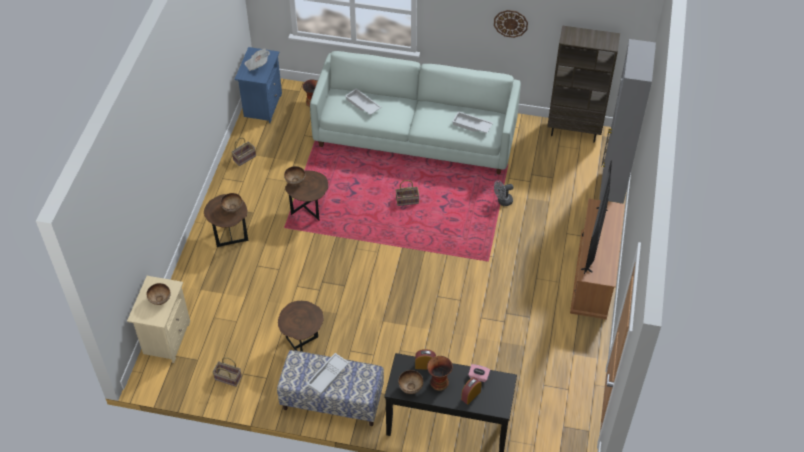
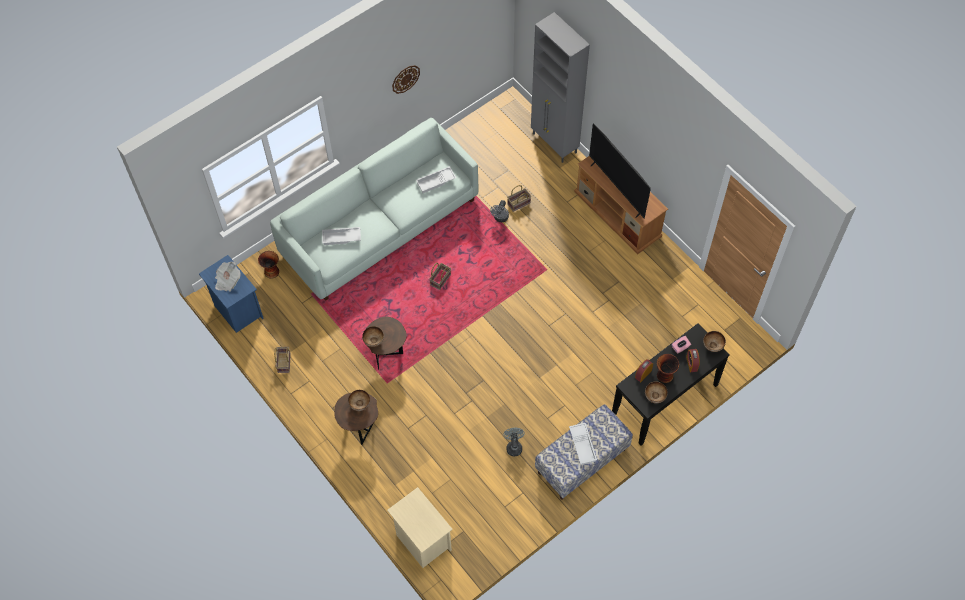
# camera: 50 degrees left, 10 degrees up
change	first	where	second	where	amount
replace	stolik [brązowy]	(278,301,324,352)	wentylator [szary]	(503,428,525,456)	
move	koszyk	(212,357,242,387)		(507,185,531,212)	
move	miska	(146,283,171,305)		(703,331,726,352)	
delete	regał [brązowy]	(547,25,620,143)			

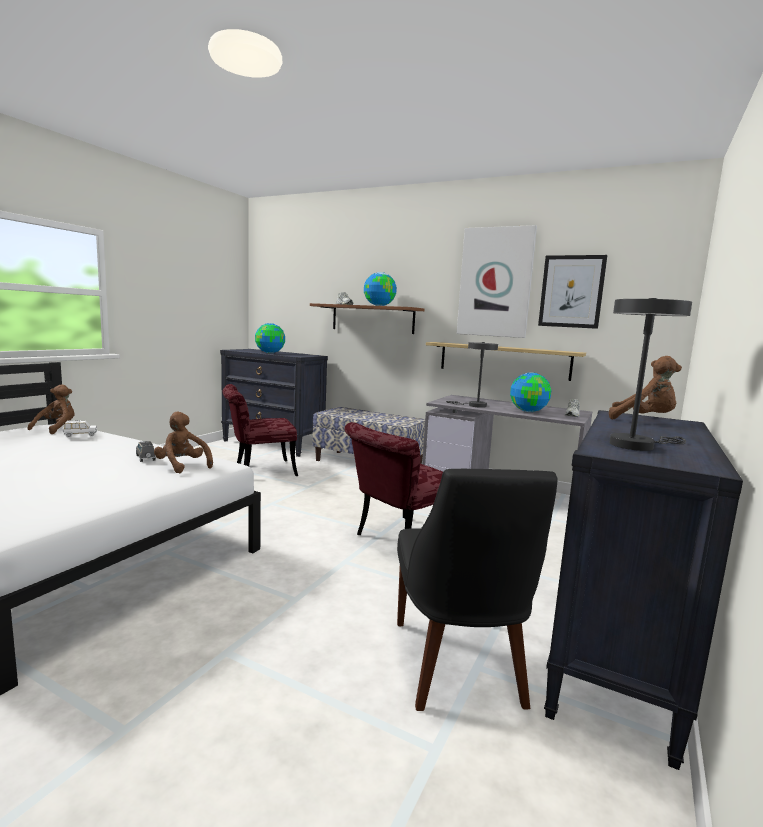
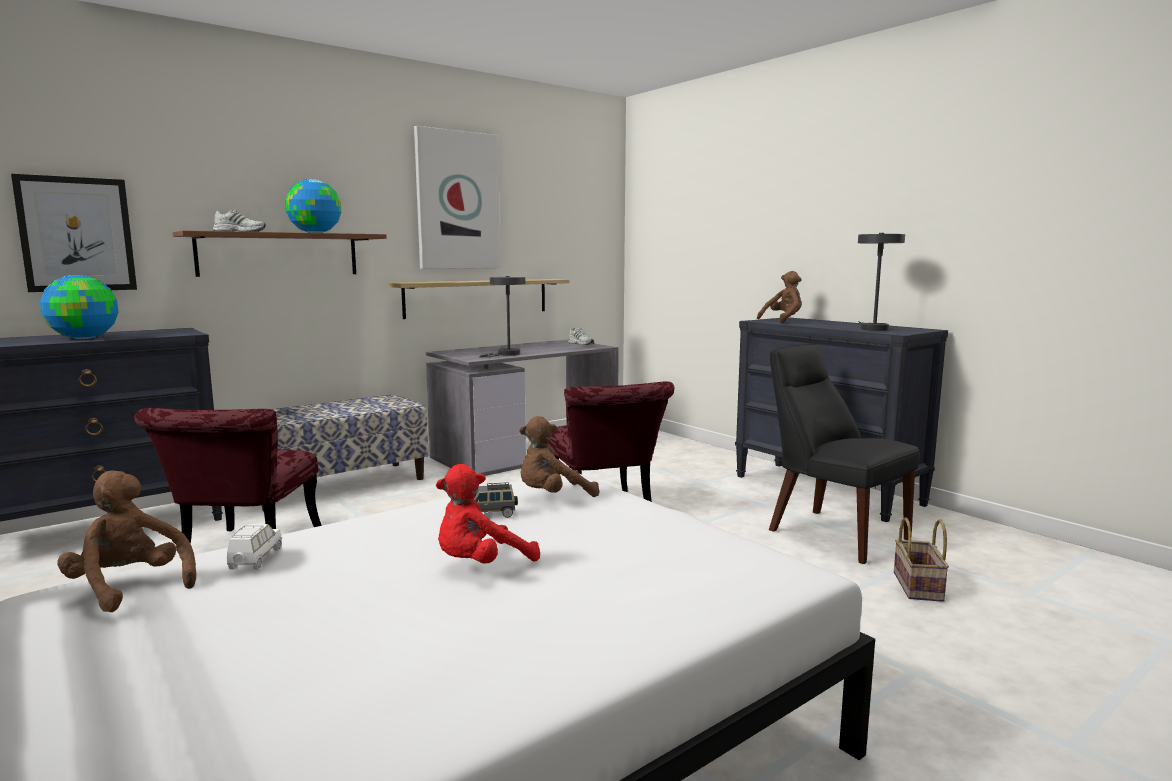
# camera: 65 degrees left, 0 degrees up
change	first	where	second	where	amount
move	obraz	(538,255,607,329)		(11,174,137,292)	
insert			pluszak [czerwony]	(436,464,540,564)	
rotate	krzesło [czarny]	(397,469,557,711)		(769,344,919,564)	150 degrees counterclockwise
insert			koszyk	(894,518,949,602)	
delete	globus	(510,372,551,412)			

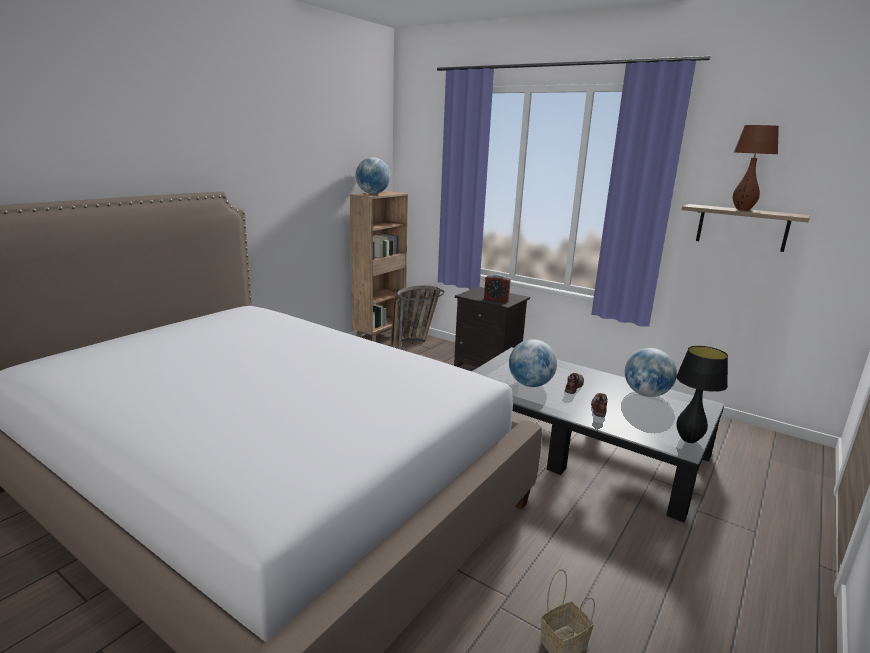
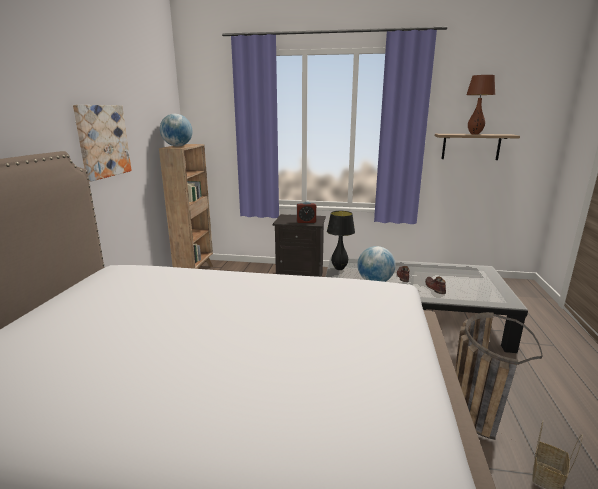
# camera: 25 degrees left, 0 degrees up
change	first	where	second	where	amount
insert			obraz	(73,105,132,182)	
move	lampa stołowa [czarny]	(676,346,728,443)		(327,211,355,270)	
move	koszyk	(391,286,444,350)		(455,312,543,440)	
delete	globus	(625,348,677,397)			

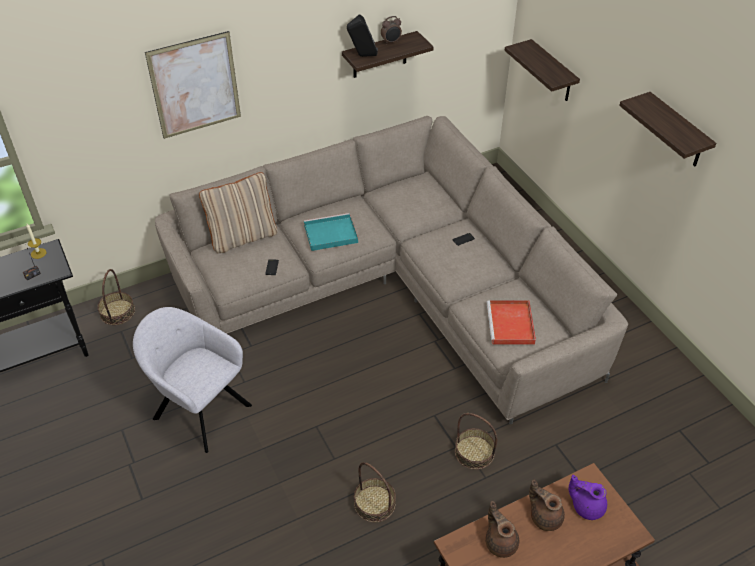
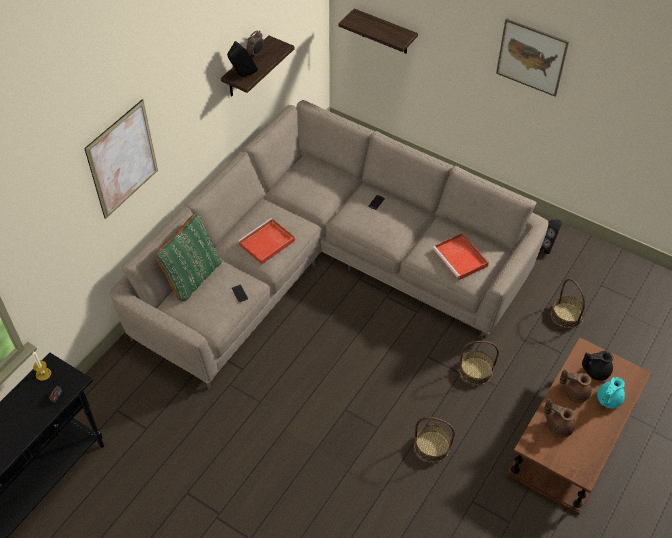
# camera: 30 degrees left, 5 degrees up
change	first	where	second	where	amount
recolor	poduszka [beżowy]	(199,172,277,253)	poduszka [zielony]	(155,214,222,302)	
recolor	taca [turkusowy]	(304,213,358,251)	taca [czerwony]	(238,218,295,264)	
replace	półka	(619,92,716,166)	obraz	(496,18,569,97)	
insert			głośnik [czarny]	(540,220,562,254)	
move	koszyk	(97,269,135,325)		(551,279,586,328)	
recolor	imbryk [fioletowy]	(569,475,607,520)	imbryk [czarny]	(582,350,613,380)	
insert			imbryk [turkusowy]	(597,377,625,408)	
delete	fotel [szary]	(133,307,252,453)			

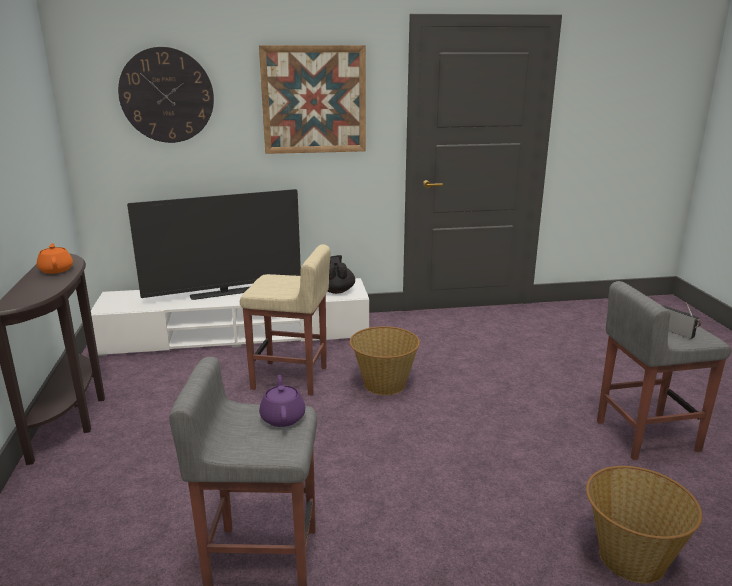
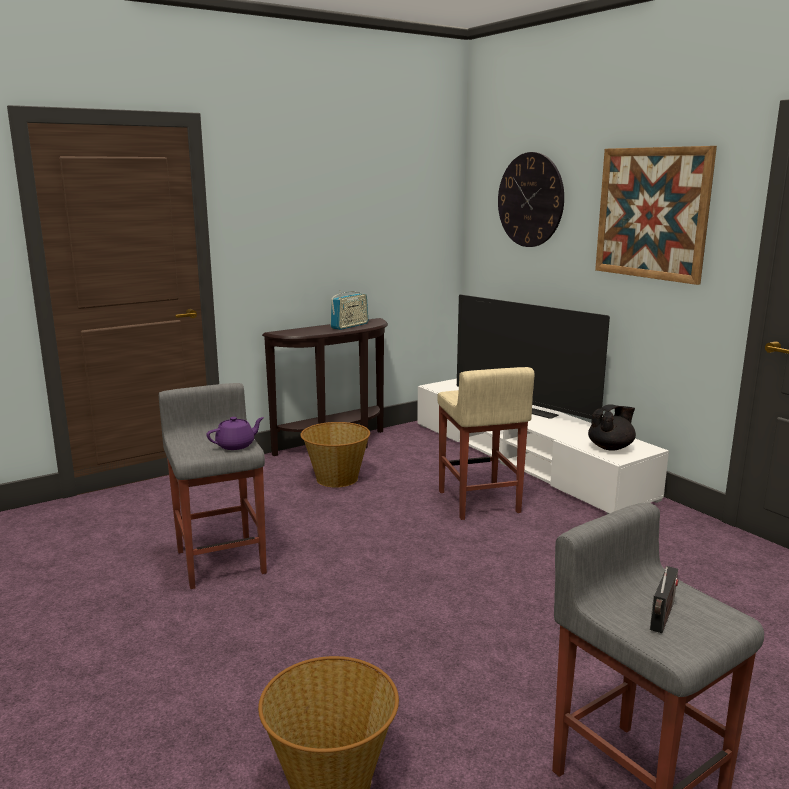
# camera: 65 degrees right, 5 degrees down
change	first	where	second	where	amount
move	koszyk	(349,326,420,395)		(300,422,370,487)	
replace	imbryk [pomarańczowy]	(37,243,73,274)	radio	(330,290,368,330)	

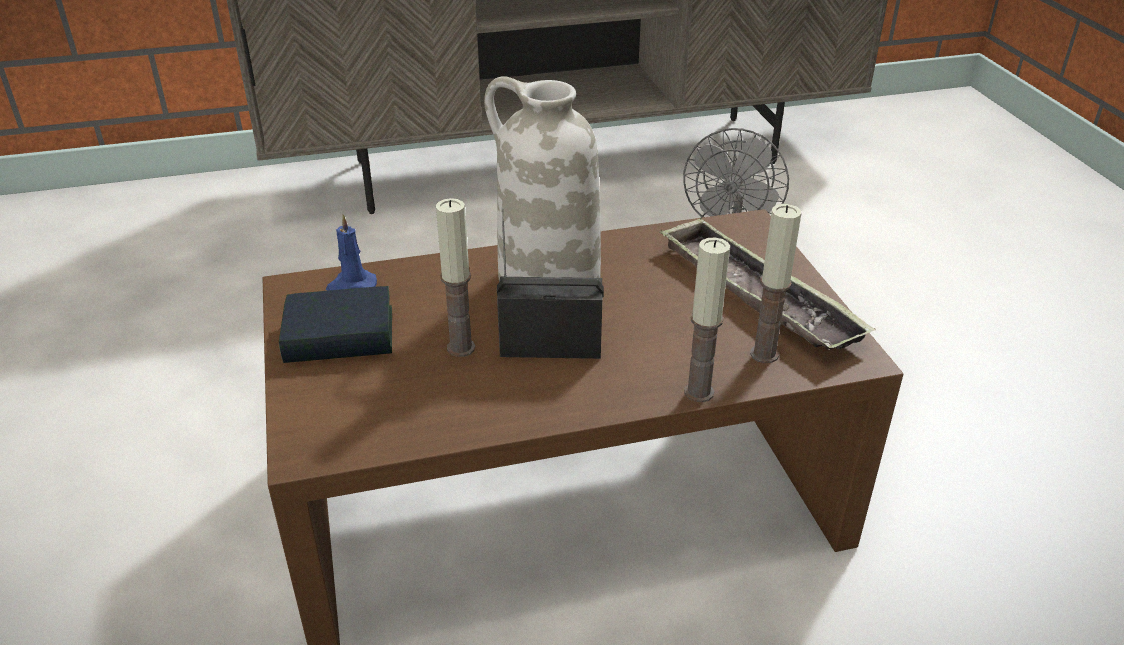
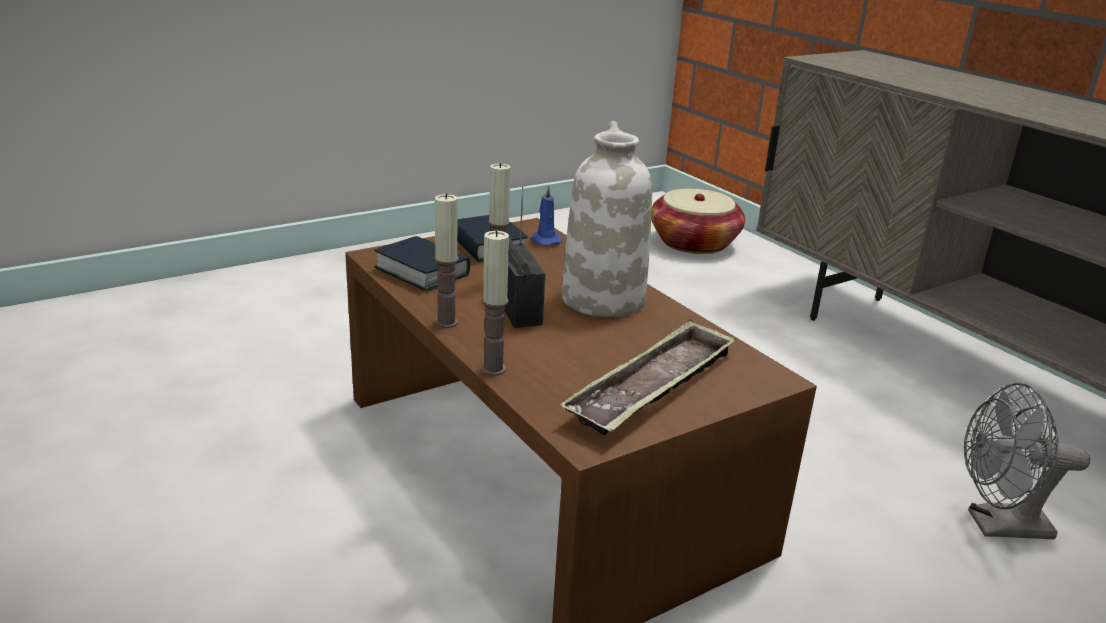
# camera: 70 degrees right, 10 degrees down
change	first	where	second	where	amount
insert			książka	(374,236,470,292)	
move	świeca	(750,204,801,363)		(434,193,459,328)	
insert			koszyk	(651,189,745,254)	

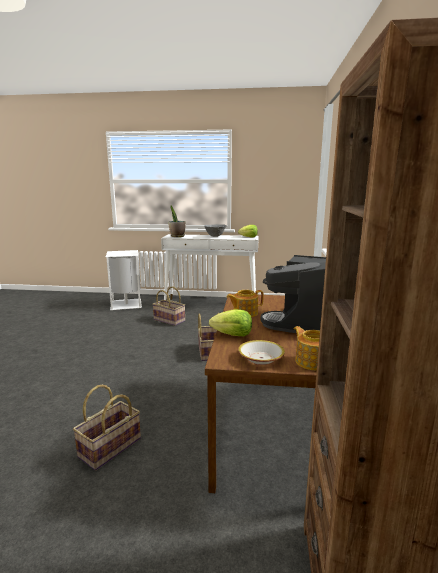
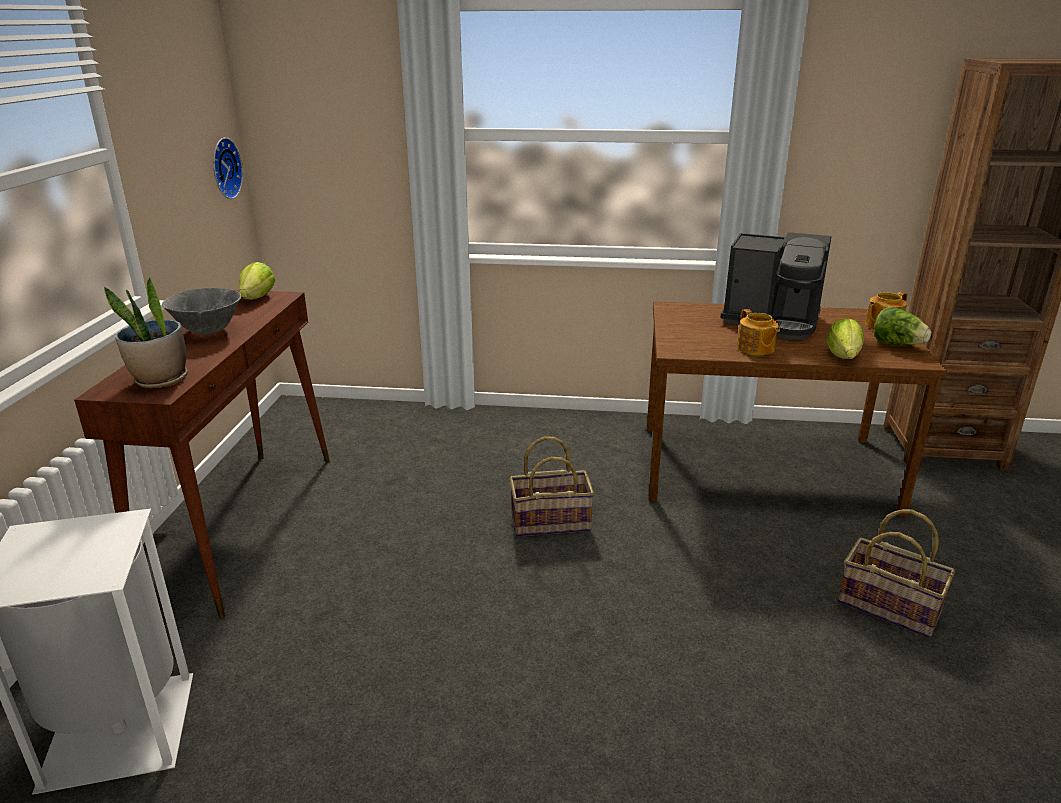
# camera: 90 degrees left, 10 degrees up
change	first	where	second	where	amount
recolor	stolik konsolowy [biały]	(161,234,259,300)	stolik konsolowy [brązowy]	(74,290,330,619)	
insert			zegar ścienny	(213,137,243,199)	
replace	miska	(238,340,285,365)	sałata	(874,307,931,345)	
delete	koszyk	(153,286,185,326)			

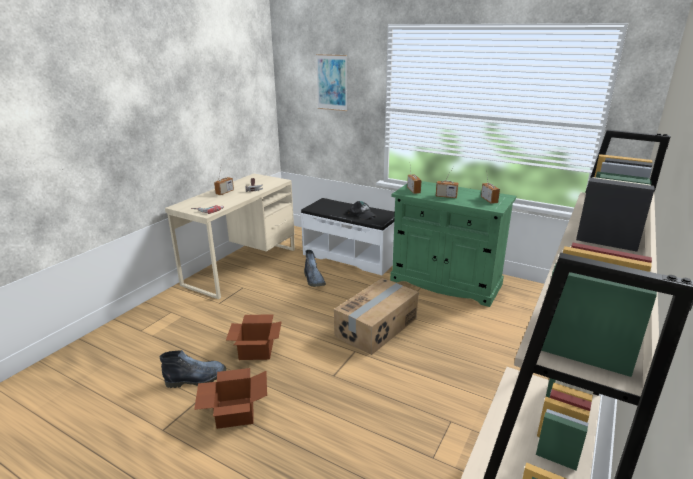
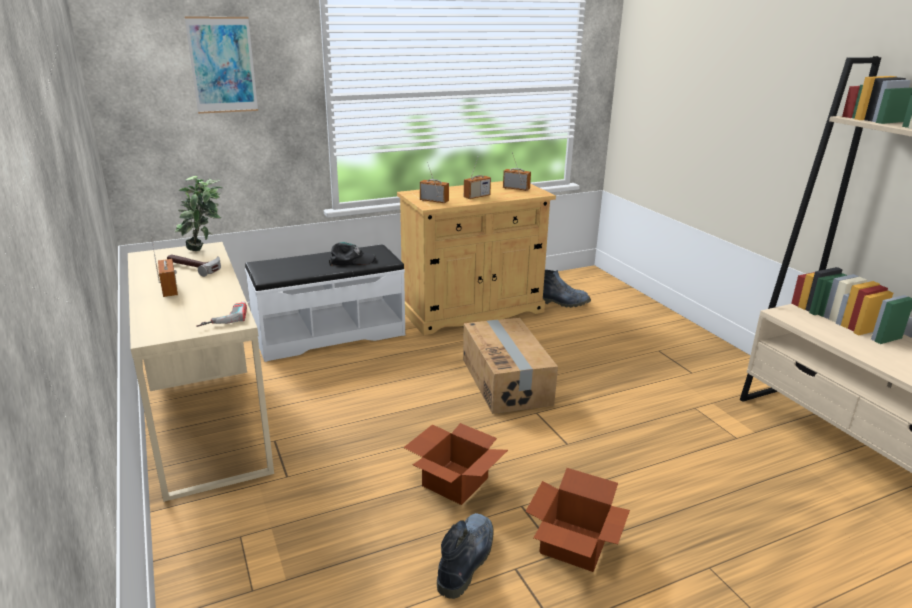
# camera: 55 degrees left, 0 degrees up
change	first	where	second	where	amount
insert			roślina doniczkowa	(175,176,222,251)	
recolor	szafka [zielony]	(390,181,516,307)	szafka [beżowy]	(397,181,556,335)	
move	but z cholewką	(304,250,326,287)		(543,270,591,308)	

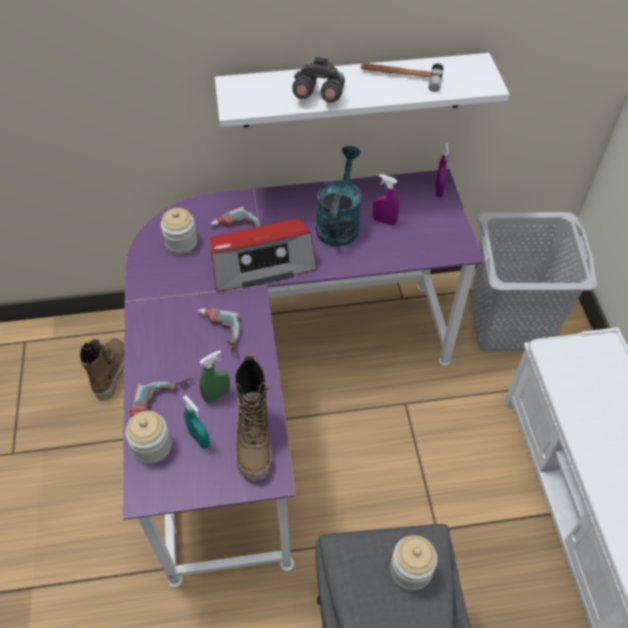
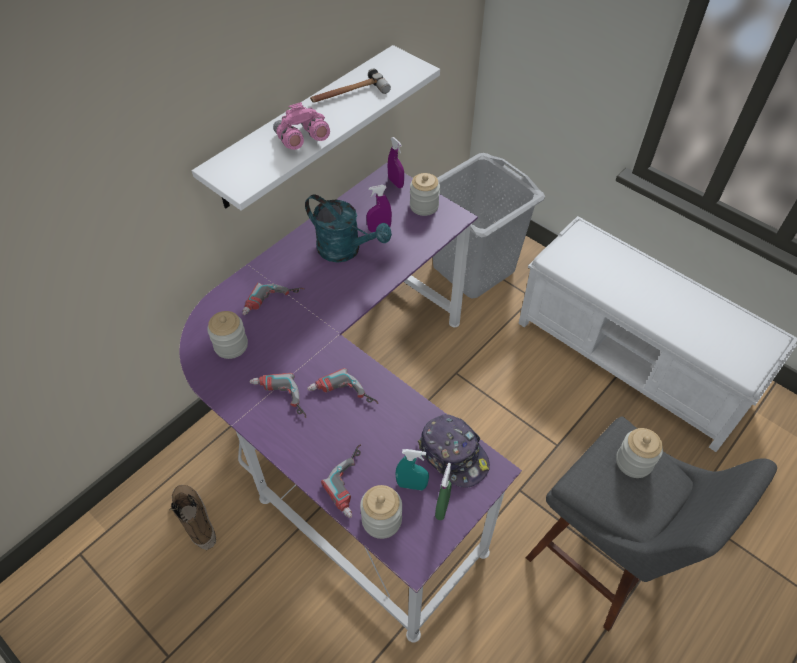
# camera: 40 degrees left, 0 degrees up
change	first	where	second	where	amount
insert			wiertarka	(249,373,306,418)	
recolor	lornetka [szary]	(292,57,345,103)	lornetka [różowy]	(273,102,330,150)	
rotate	konewka [turkusowy]	(316,146,362,247)		(305,195,392,263)	150 degrees clockwise
insert			słoik	(410,173,440,216)	
replace	but z cholewką	(235,354,271,481)	czapka z daszkiem	(418,414,490,488)	
move	spryskiwacz [zielony]	(199,350,230,403)		(435,463,452,520)	
delete	radio	(210,218,317,292)			

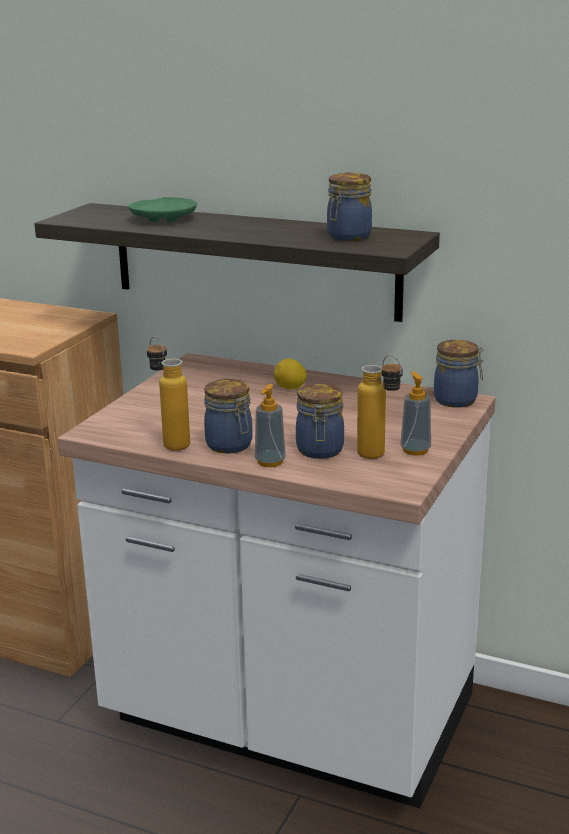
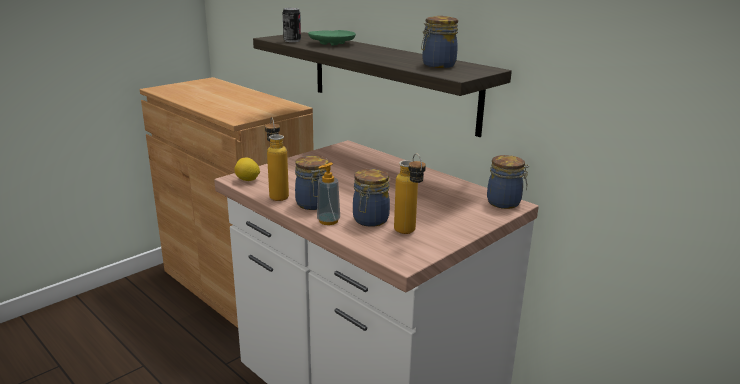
# camera: 20 degrees right, 0 degrees up
change	first	where	second	where	amount
move	cytryna	(274,359,307,389)		(234,158,260,181)	
insert			puszka	(283,8,301,42)	
delete	dozownik mydła	(400,371,431,456)			

